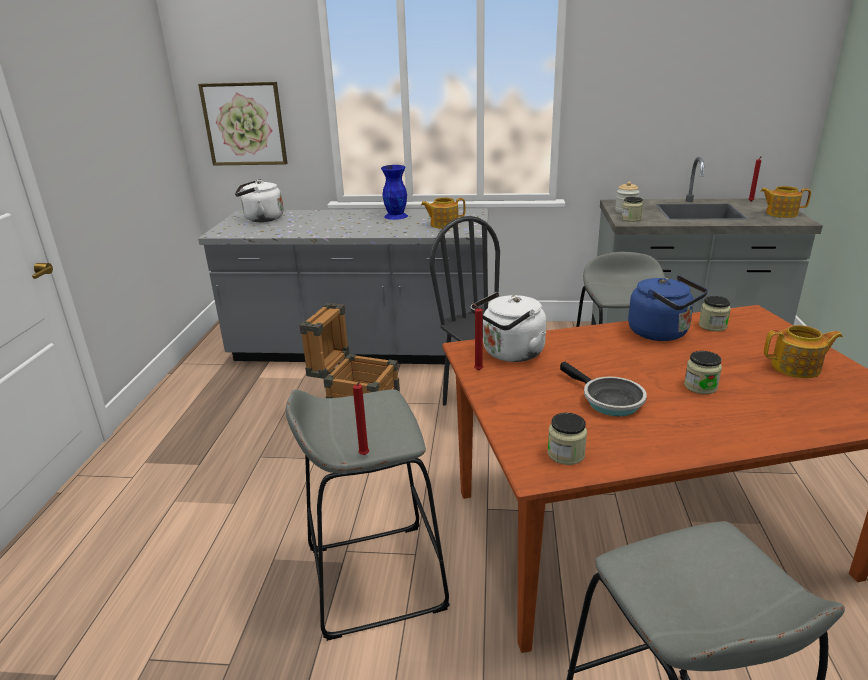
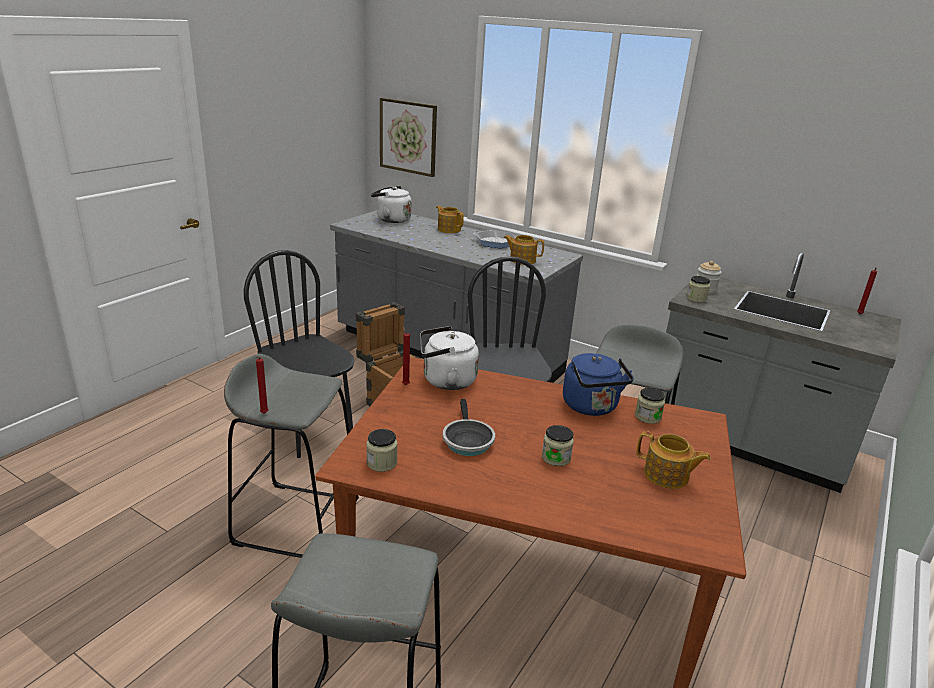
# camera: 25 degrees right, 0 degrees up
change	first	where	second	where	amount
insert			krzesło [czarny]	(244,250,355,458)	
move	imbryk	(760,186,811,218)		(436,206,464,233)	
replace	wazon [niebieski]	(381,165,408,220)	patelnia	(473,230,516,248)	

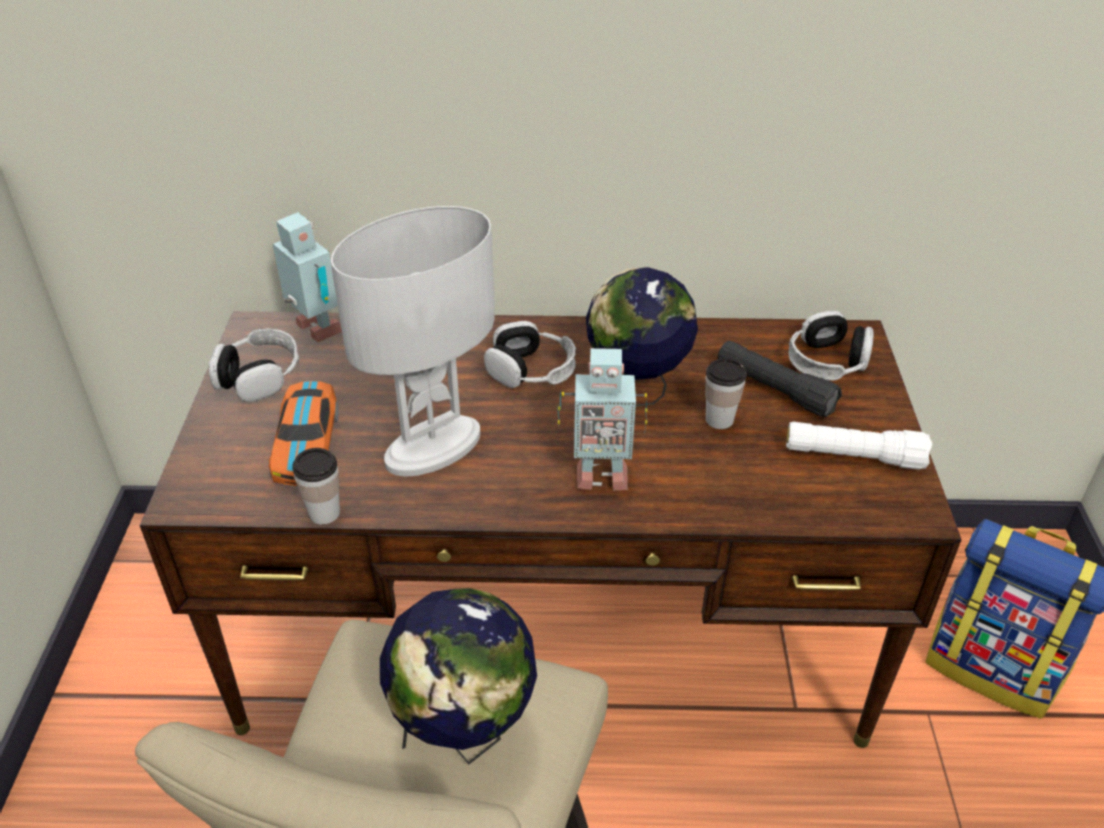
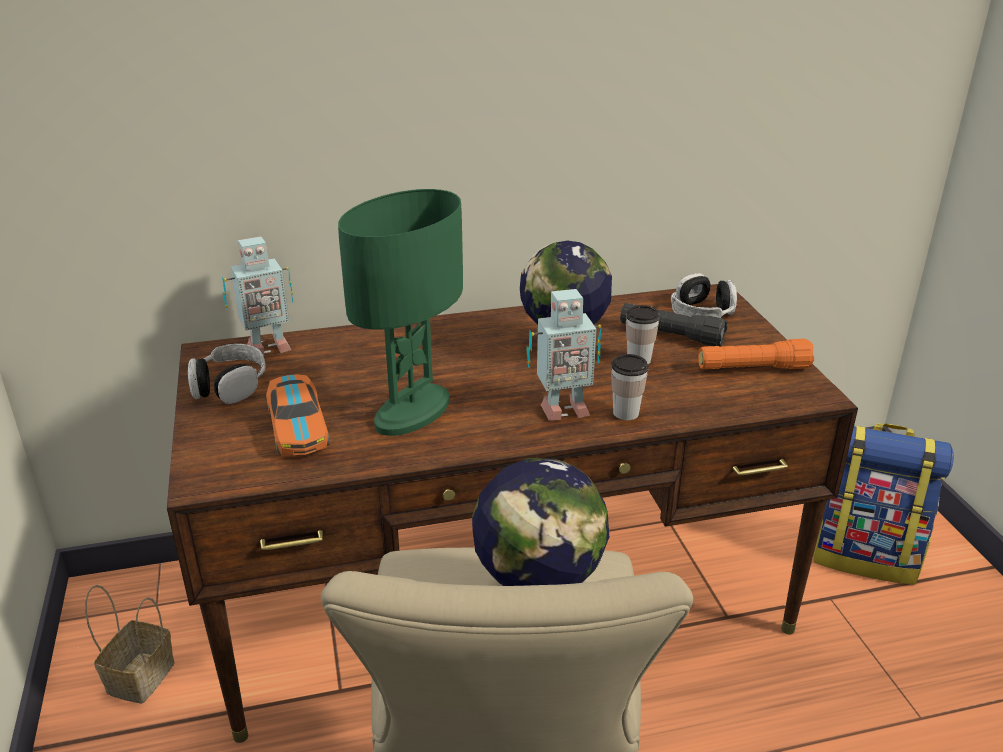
# camera: 15 degrees left, 10 degrees down
change	first	where	second	where	amount
insert			koszyk	(85,585,175,704)	
rotate	robot zabawkowy	(273,212,342,342)		(222,236,294,356)	120 degrees clockwise
recolor	lampa stołowa [biały]	(331,206,495,476)	lampa stołowa [zielony]	(338,189,463,436)	
move	filiżanka	(292,448,340,524)		(611,354,649,420)	
recolor	latarka [biały]	(786,422,932,470)	latarka [pomarańczowy]	(698,339,814,369)	
delete	słuchawki	(484,321,576,388)			

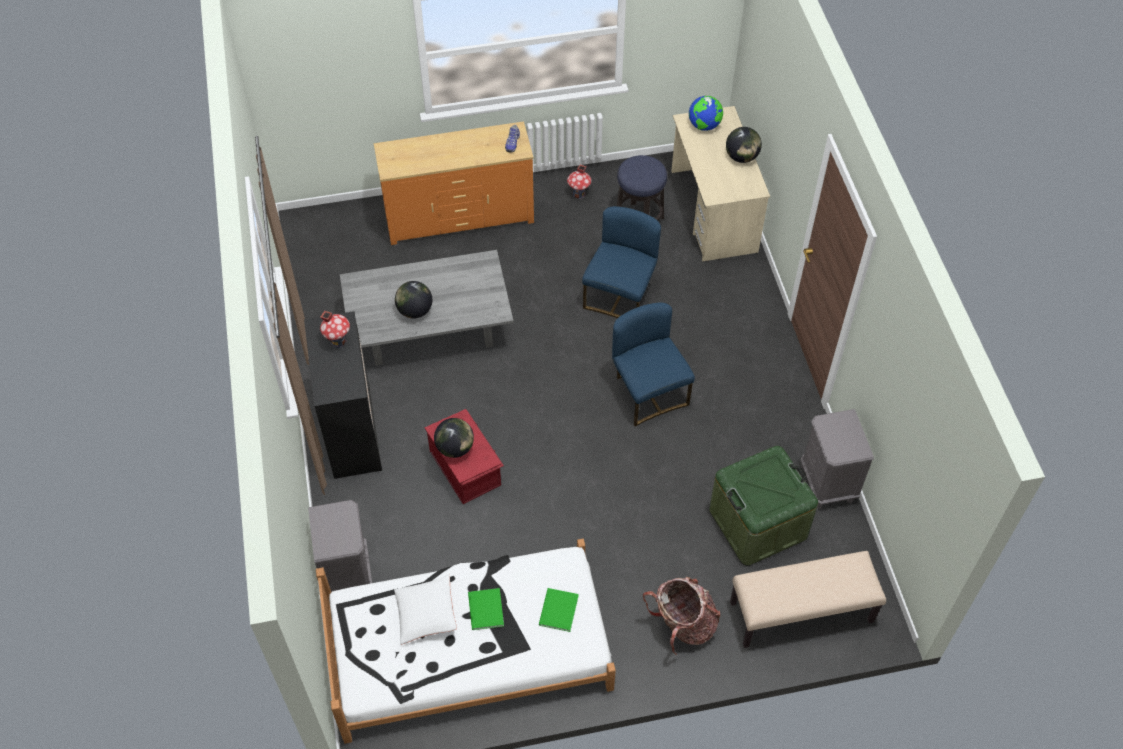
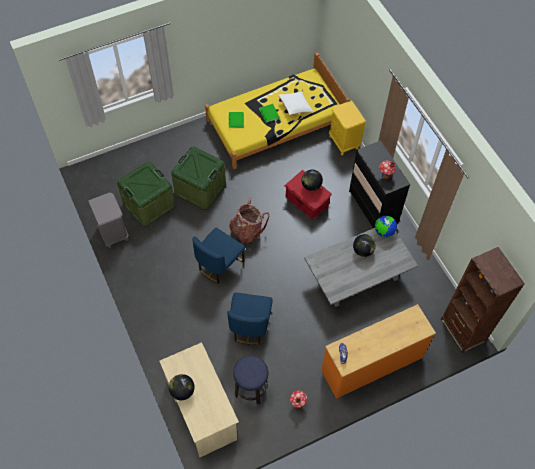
# camera: 165 degrees right, 5 degrees up
change	first	where	second	where	amount
insert			pojemnik do przechowywania [zielony]	(171,147,226,210)	
rotate	krzesło [niebieski]	(612,302,695,427)		(193,228,245,284)	75 degrees clockwise
recolor	łóżko [biały]	(316,539,616,744)	łóżko [żółty]	(205,52,350,169)	
move	plecak	(643,577,721,655)		(229,198,269,244)	
recolor	szafka nocna [szary]	(308,500,372,592)	szafka nocna [żółty]	(329,100,366,155)	
move	globus	(689,96,723,131)		(375,216,397,238)	
insert			regał [brązowy]	(441,247,525,353)	
delete	ławka [beżowy]	(730,551,886,648)			

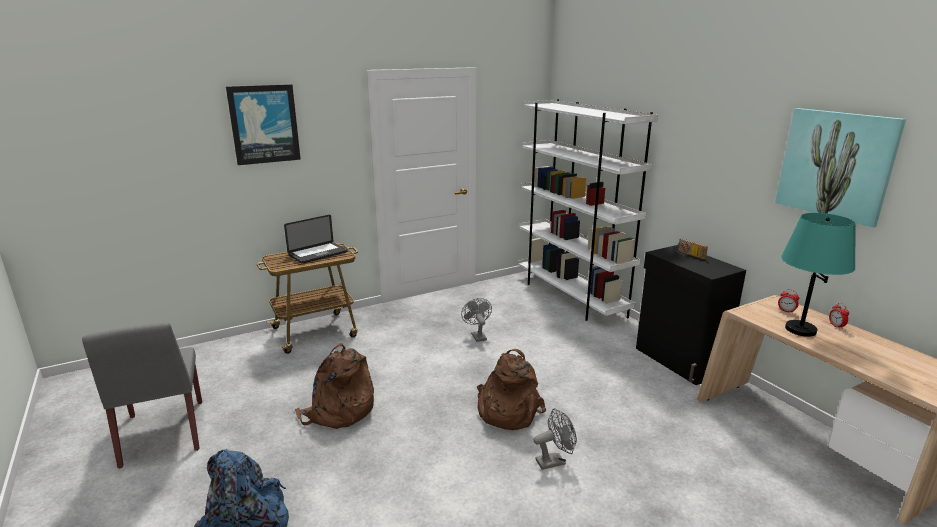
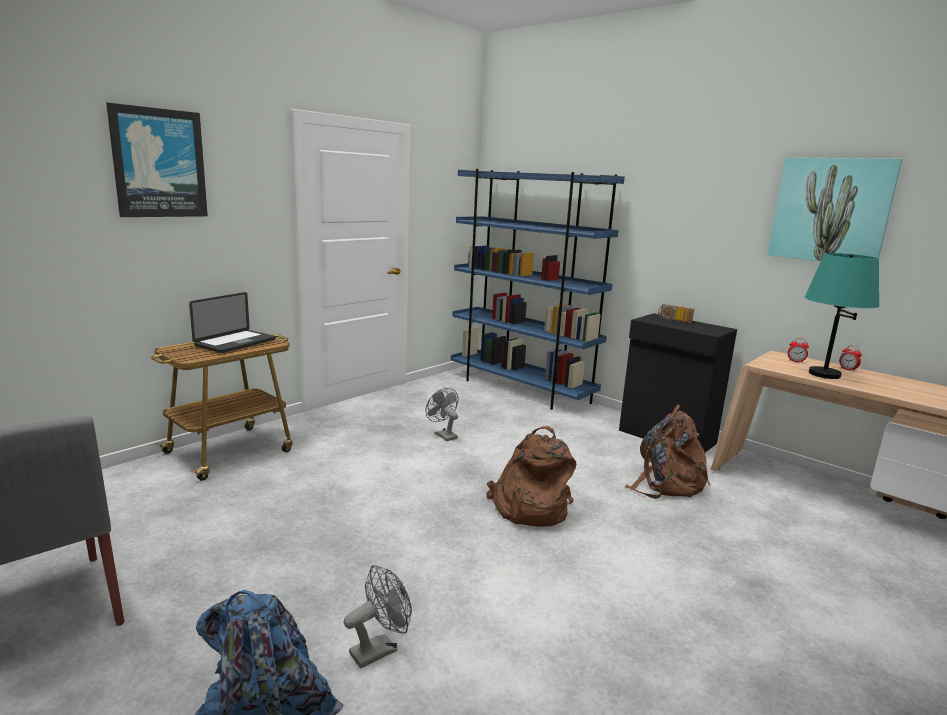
# camera: 20 degrees left, 5 degrees down
change	first	where	second	where	amount
move	wentylator [szary]	(534,408,577,470)		(344,565,412,668)	
recolor	regał [biały]	(518,99,658,321)	regał [niebieski]	(451,169,625,410)	
move	plecak [brązowy]	(295,343,374,429)		(624,404,710,499)	

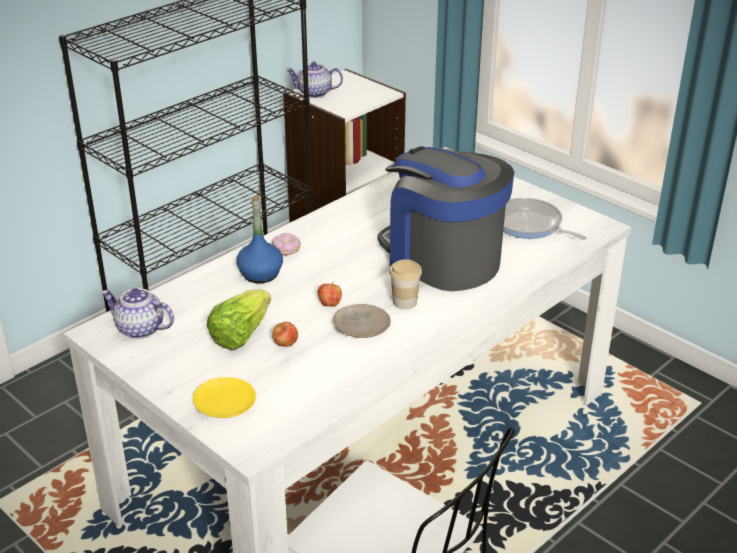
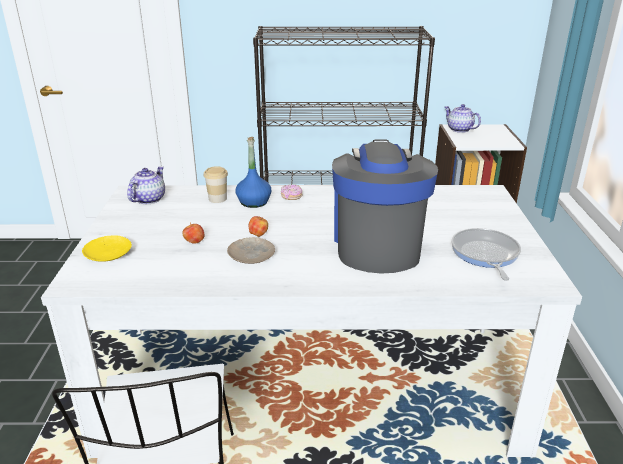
# camera: 45 degrees right, 5 degrees down
change	first	where	second	where	amount
rotate	imbryk	(101,288,174,339)		(127,166,165,204)	45 degrees clockwise
move	filiżanka	(389,259,422,309)		(204,166,228,203)	
delete	sałata	(207,289,271,350)			

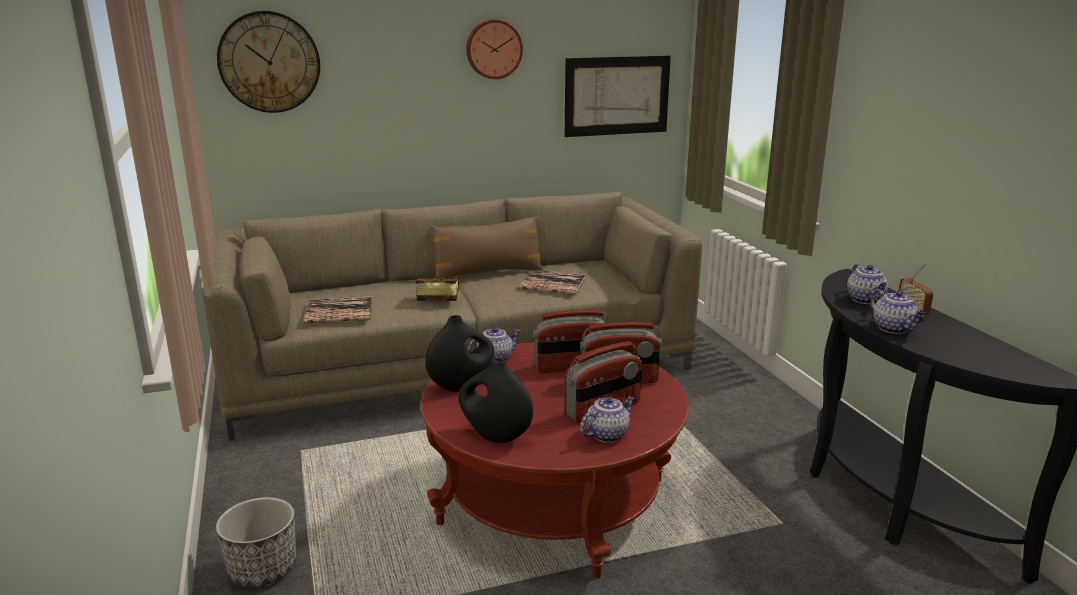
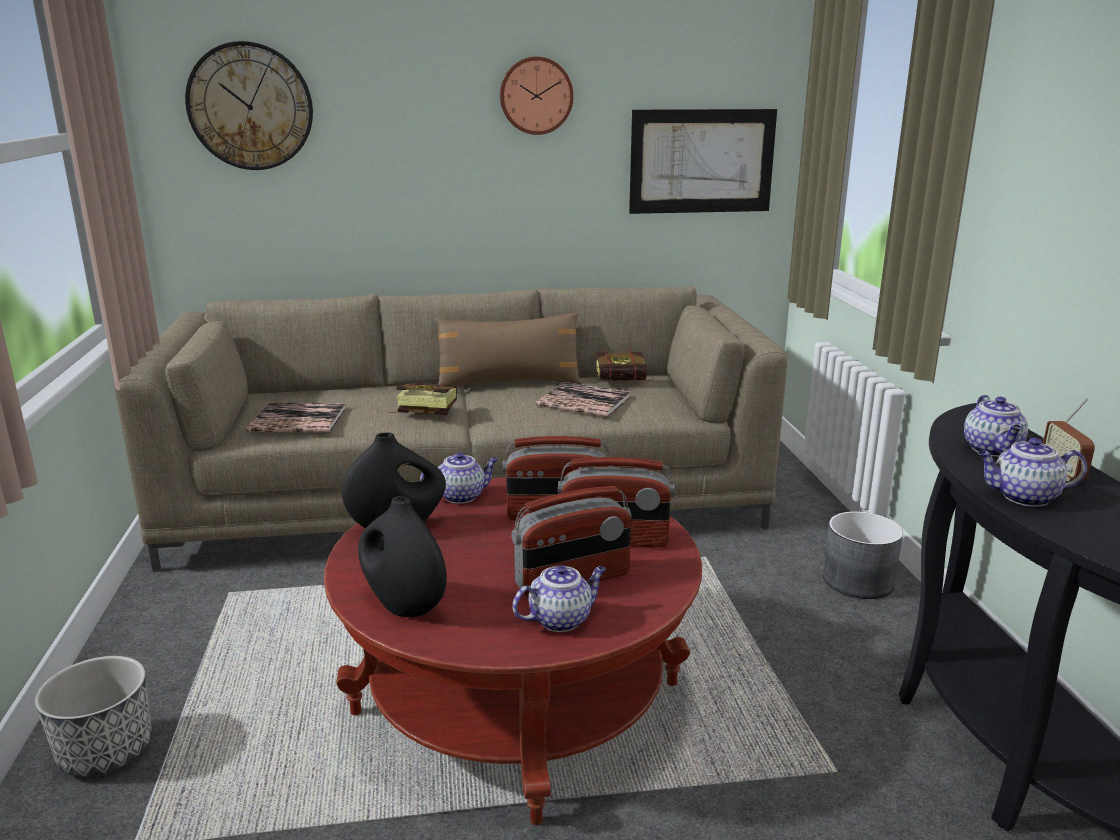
# camera: 10 degrees right, 0 degrees up
change	first	where	second	where	amount
insert			książka	(596,349,654,381)	
insert			donica [szary]	(823,511,903,599)	
rotate	imbryk	(870,289,926,334)		(978,438,1087,507)	105 degrees clockwise

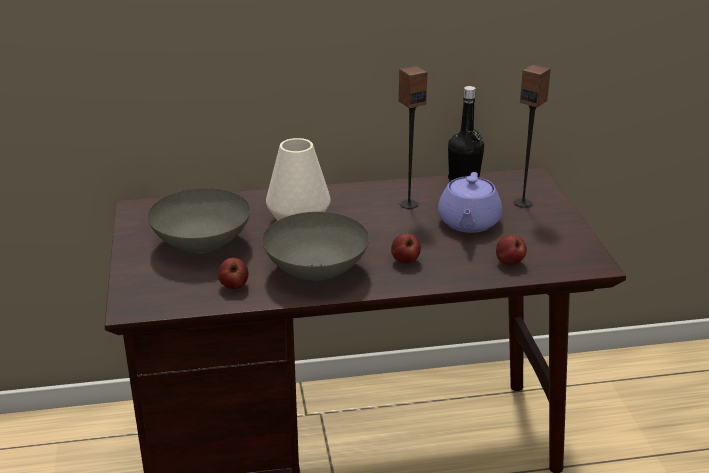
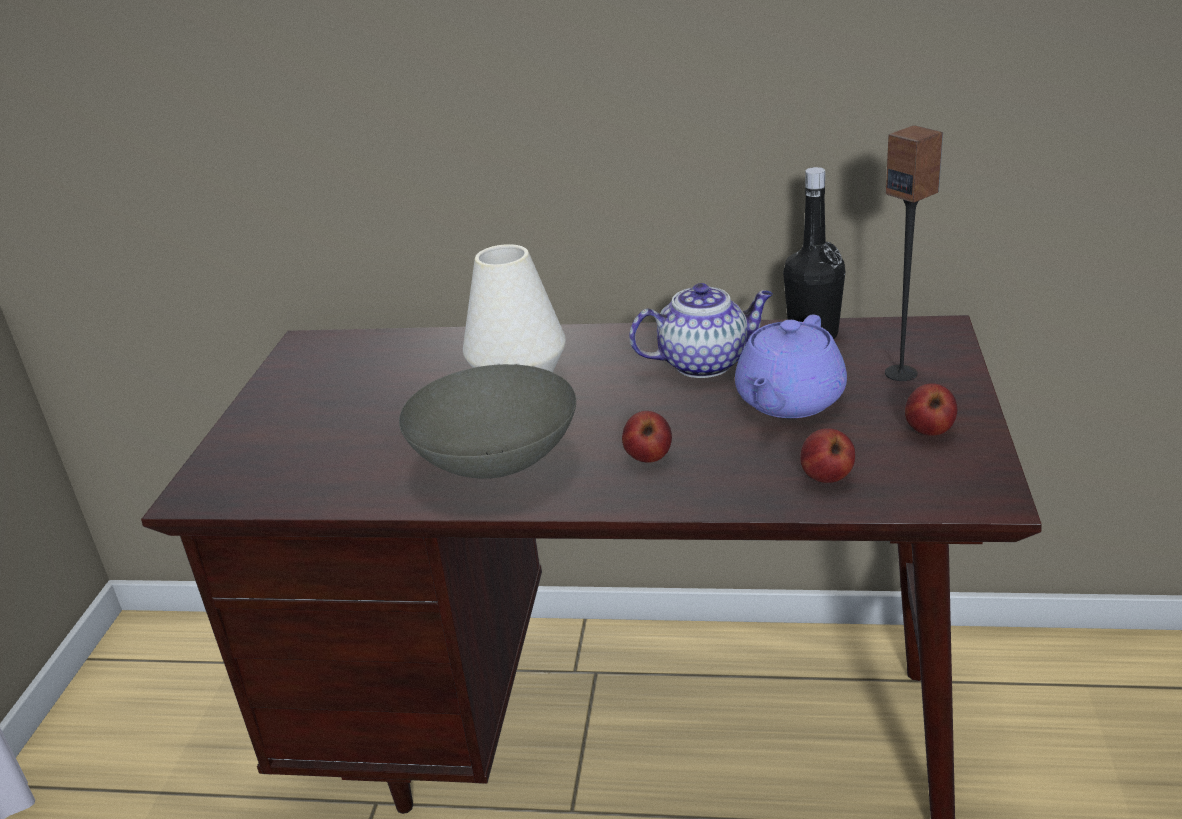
# camera: 20 degrees right, 0 degrees up
change	first	where	second	where	amount
replace	głośnik	(398,66,427,209)	imbryk	(629,283,773,378)	
move	jabłko	(218,258,248,289)		(905,383,957,436)	
delete	miska [szary]	(147,188,250,253)			

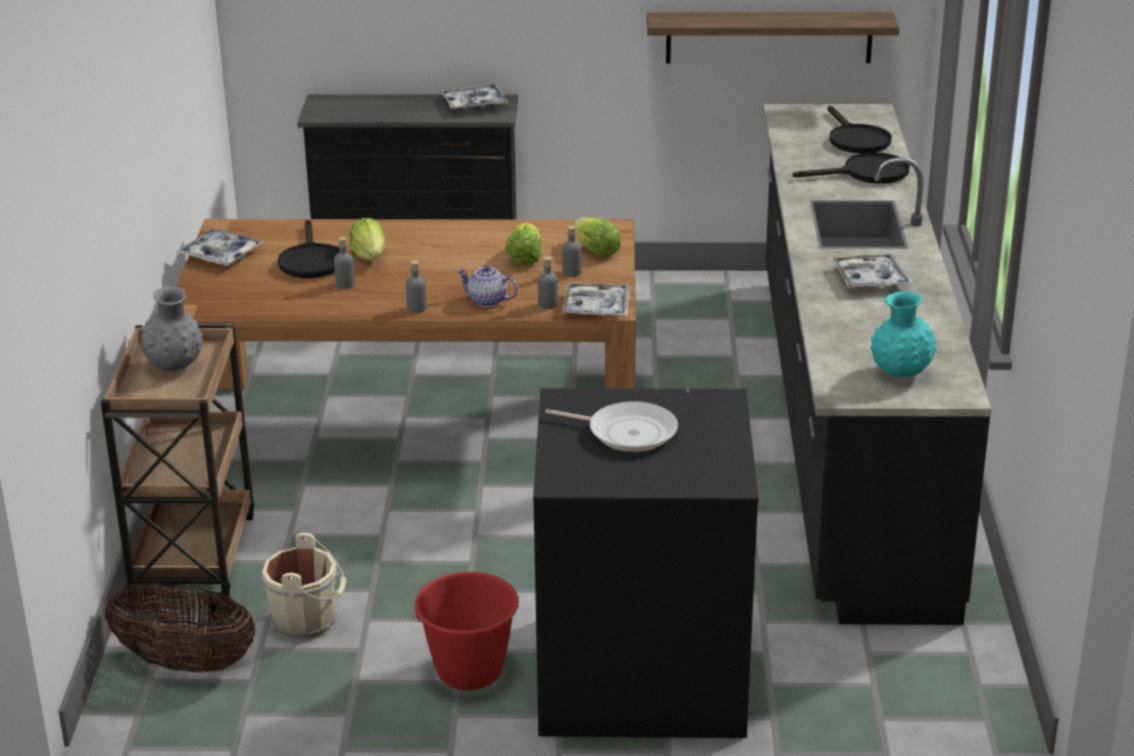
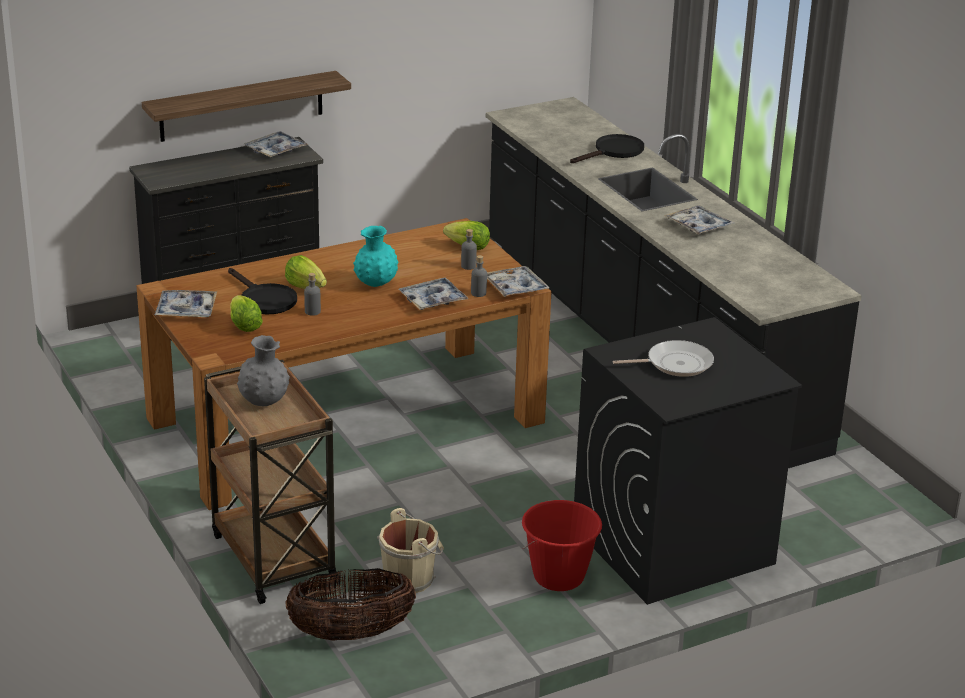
# camera: 30 degrees left, 0 degrees up
change	first	where	second	where	amount
move	półka	(647,12,900,63)		(142,71,351,142)	
move	sałata	(505,222,542,265)		(230,295,263,332)	
move	wazon [turkusowy]	(870,291,937,377)		(353,226,398,287)	
replace	imbryk	(457,265,518,307)	taca	(399,278,468,310)	
delete	butelka [szary]	(406,260,427,313)			
delete	patelnia [czarny]	(827,106,892,153)			

